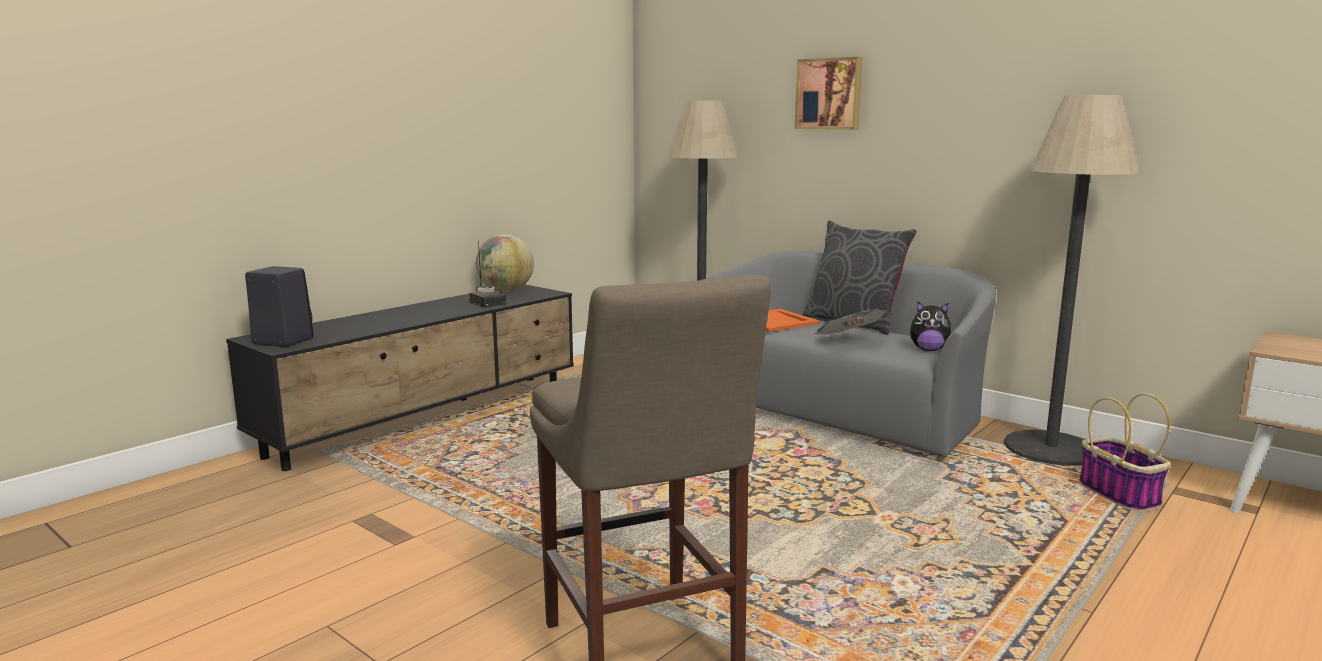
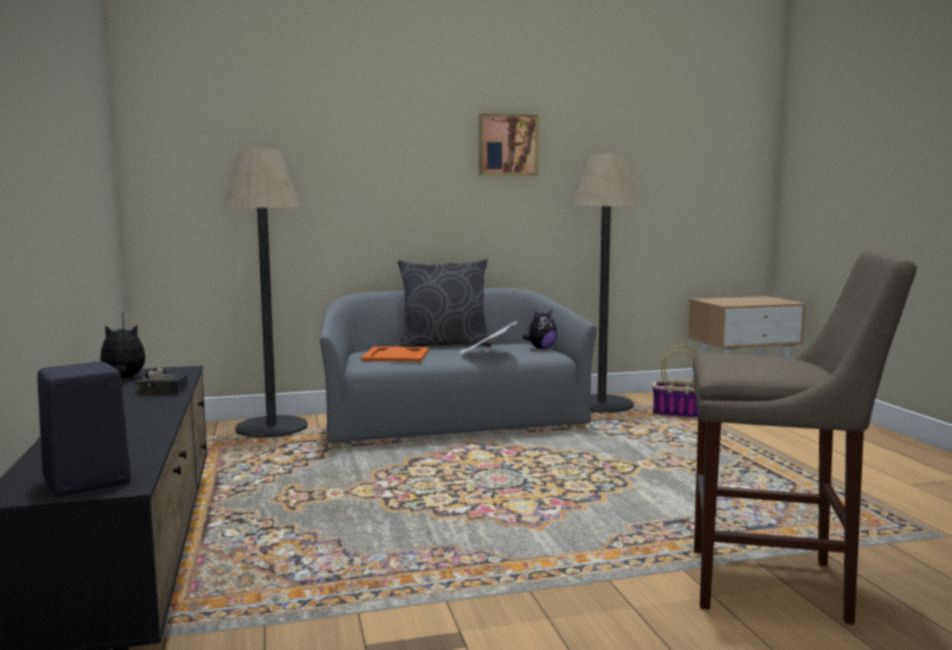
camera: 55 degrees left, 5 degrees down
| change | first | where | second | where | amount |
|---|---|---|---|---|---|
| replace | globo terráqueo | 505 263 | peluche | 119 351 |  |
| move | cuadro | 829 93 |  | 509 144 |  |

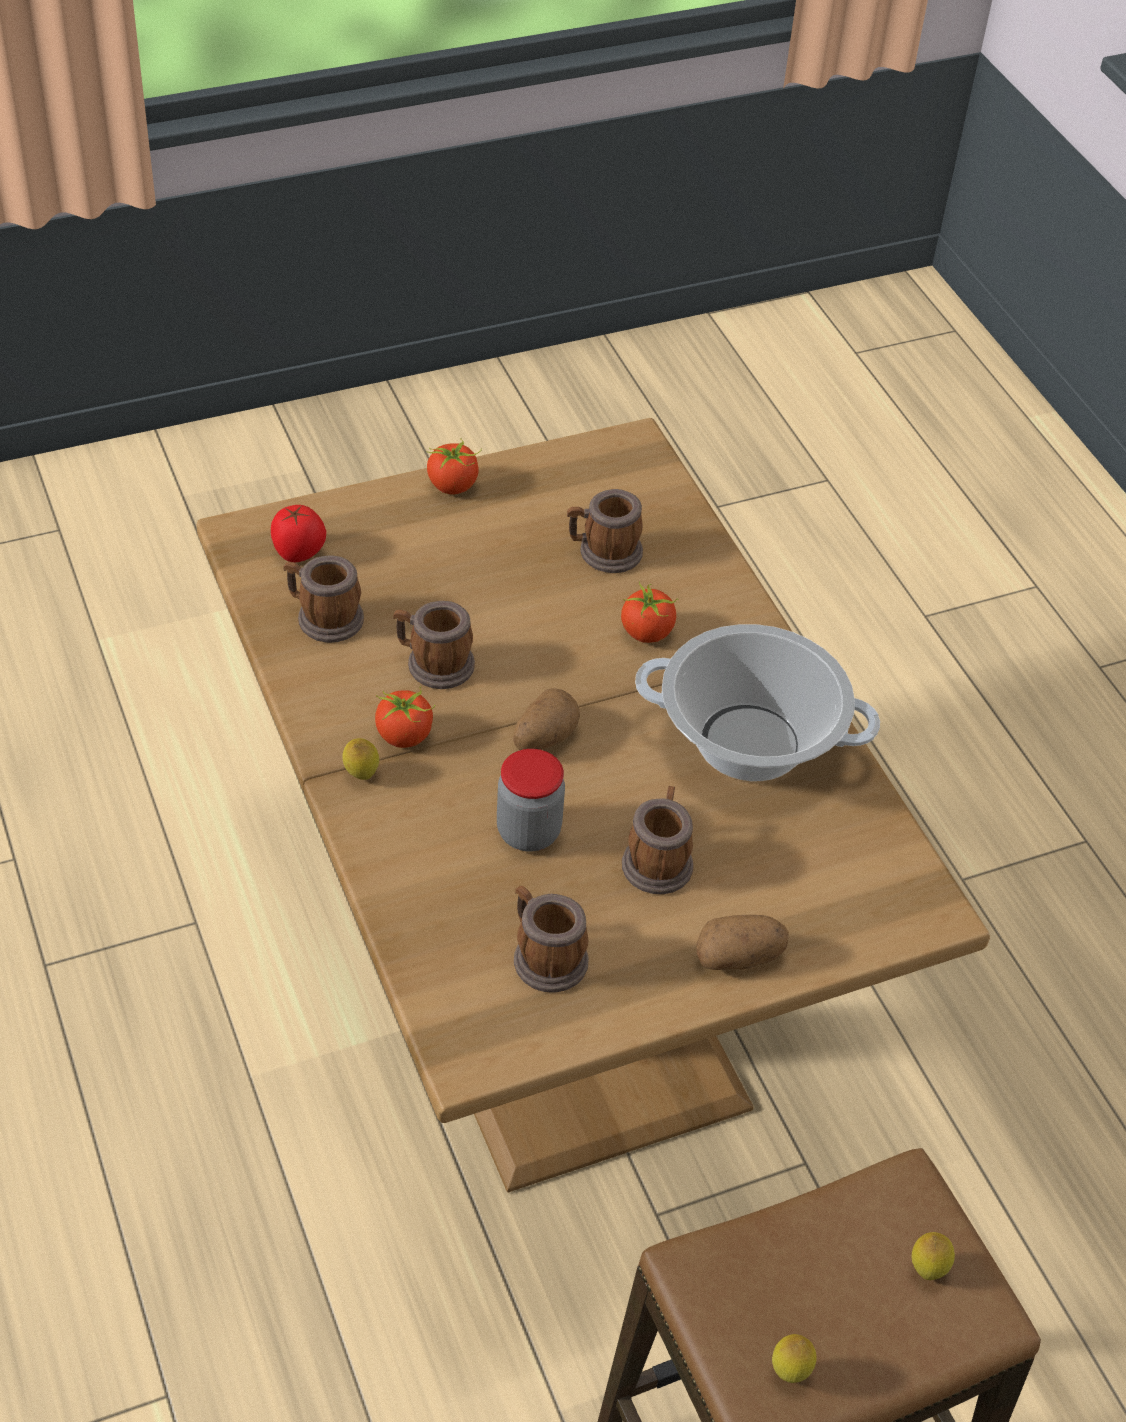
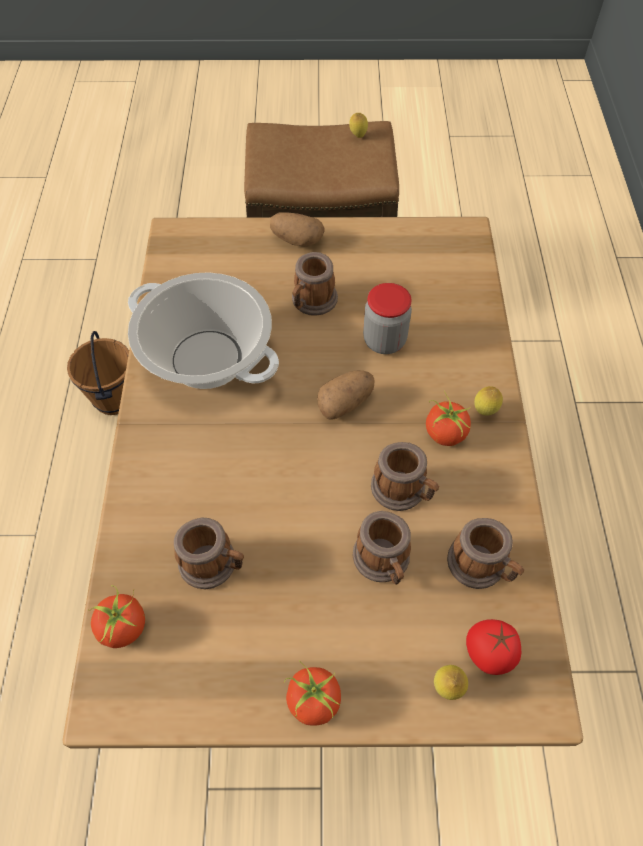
camera: 155 degrees left, 10 degrees up
| change | first | where | second | where | amount |
|---|---|---|---|---|---|
| insert |  |  | cubo [marrón] | 98 373 |  |
| move | tomate | 650 612 |  | 116 616 |  |
| move | taza grande | 551 939 |  | 382 548 |  |
| move | limón | 933 1256 |  | 451 682 |  |

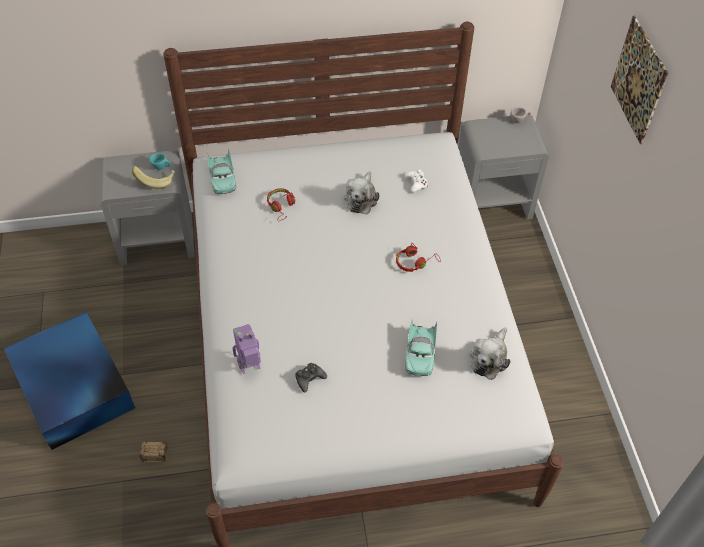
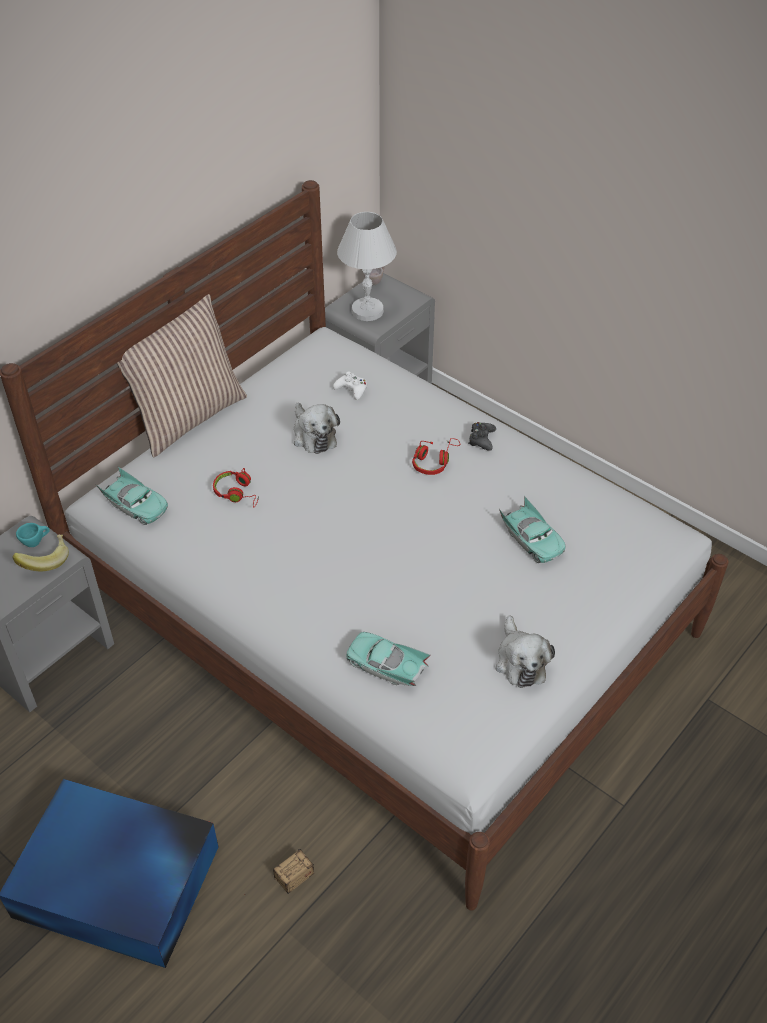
camera: 40 degrees left, 5 degrees down
| change | first | where | second | where | amount |
|---|---|---|---|---|---|
| insert |  |  | cojín | 182 375 |  |
| insert |  |  | lámpara de mesa [blanco] | 367 266 |  |
| replace | robot de juguete | 246 349 | coche de juguete [turquesa] | 388 659 |  |
| move | mando de consola [negro] | 311 377 |  | 482 436 |  |
| move | peluche | 490 354 |  | 525 651 |  |
| delete | cuadro | 640 80 |  |  |  |

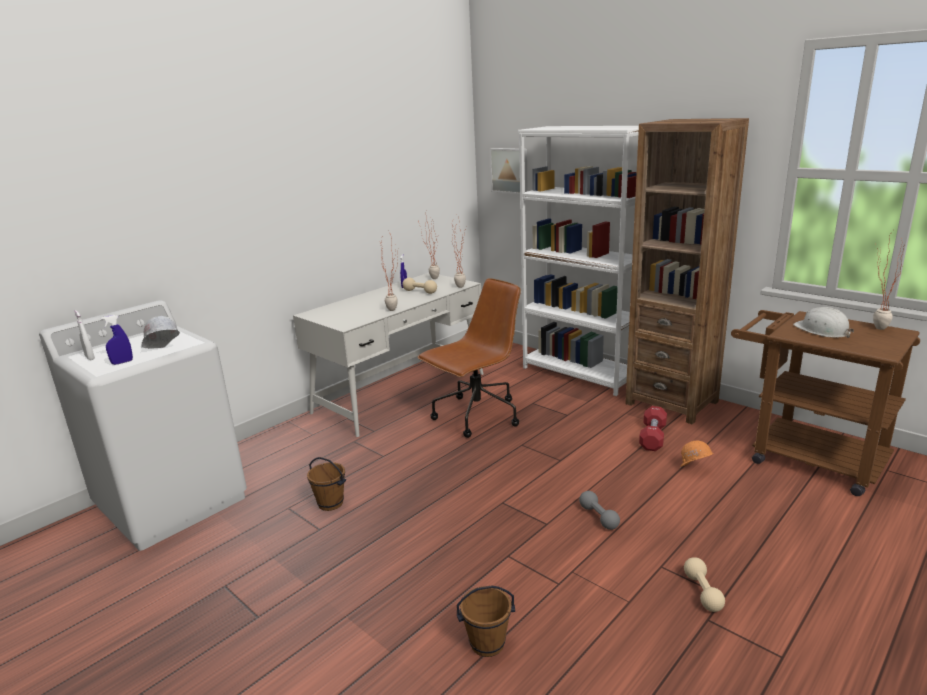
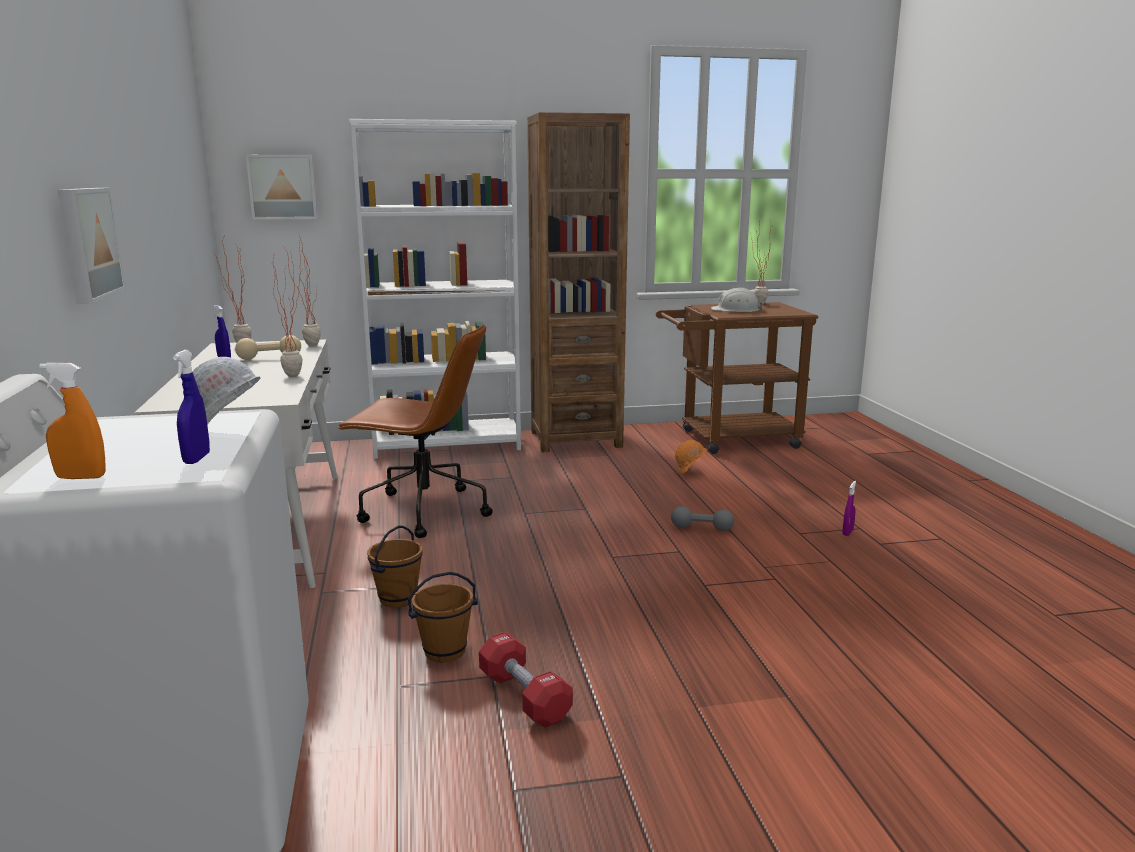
camera: 55 degrees left, 5 degrees down
| change | first | where | second | where | amount |
|---|---|---|---|---|---|
| recolor | pulverizador [blanco] | 84 335 | pulverizador [naranja] | 72 421 |  |
| insert |  |  | cuadro | 91 246 |  |
| rotate | silla de oficina [marrón] | 469 358 |  | 415 430 | 105 degrees clockwise |
| move | cubo [marrón] | 486 621 |  | 395 566 |  |
| move | mancuerna [rojo] | 653 428 |  | 526 680 |  |
| replace | mancuerna [beis] | 704 584 | pulverizador [morado] | 849 508 |  |

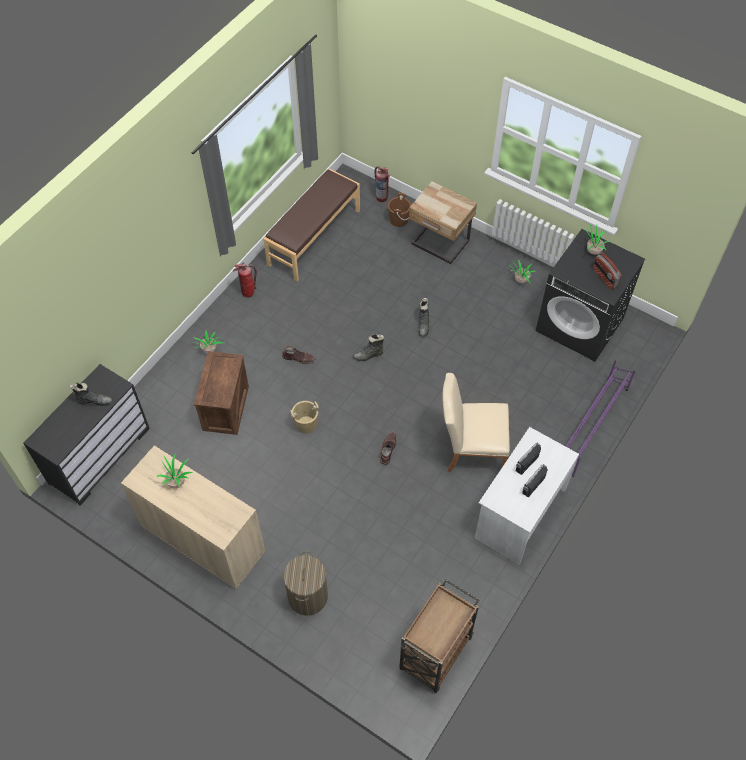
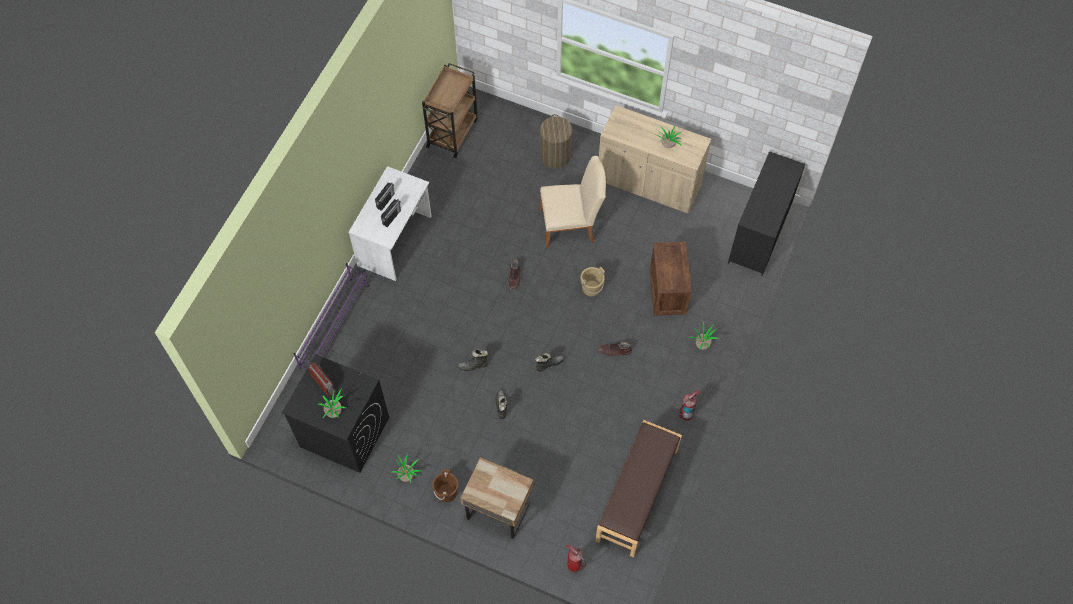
camera: 170 degrees right, 5 degrees up
| change | first | where | second | where | amount |
|---|---|---|---|---|---|
| move | cubo [marrón] | 399 210 |  | 445 485 |  |
| move | bota [negro] | 91 394 |  | 472 360 |  |
| move | silla [beis] | 476 422 |  | 573 202 |  |

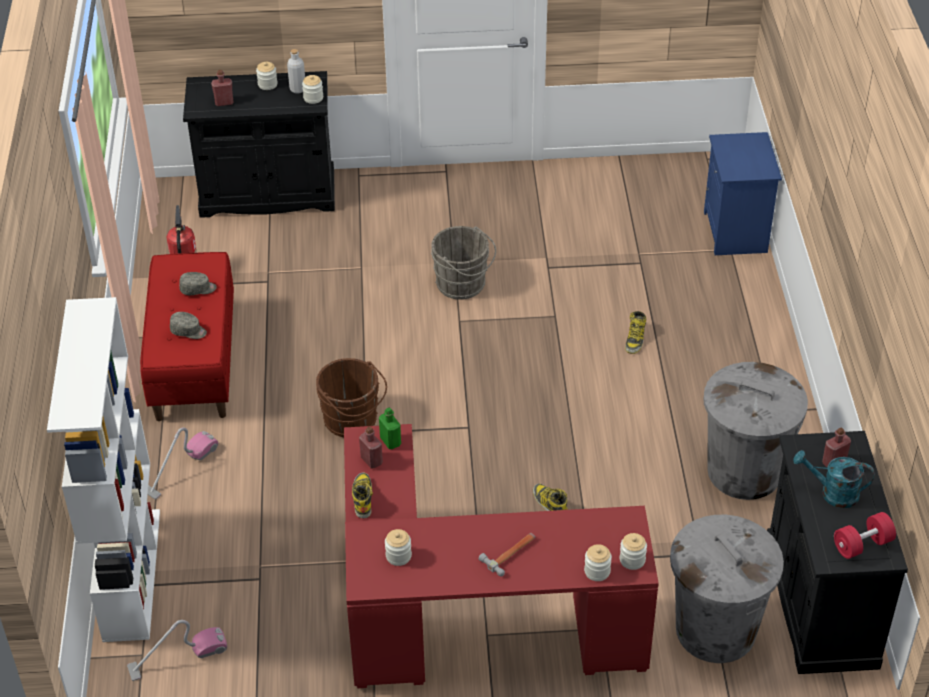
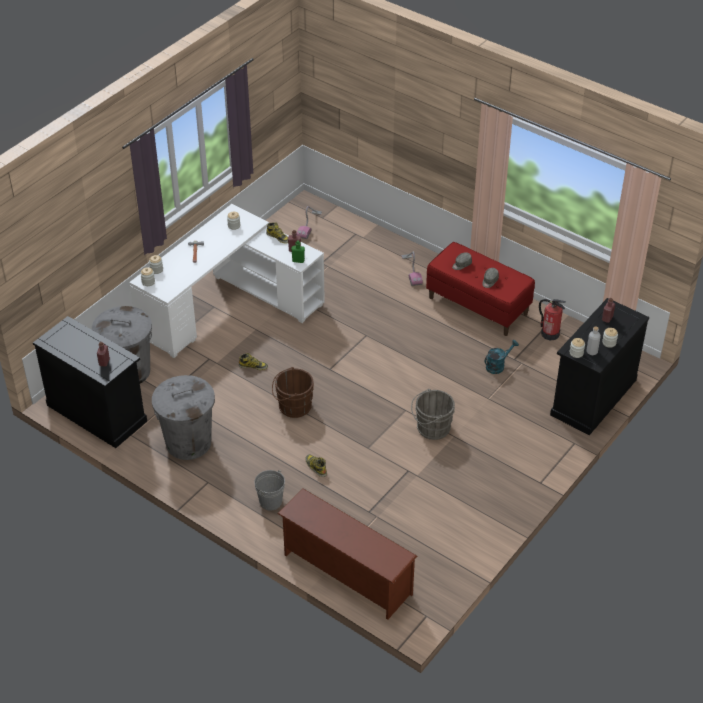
camera: 130 degrees right, 0 degrees up
| change | first | where | second | where | amount |
|---|---|---|---|---|---|
| recolor | escritorio [rojo] | 501 556 | escritorio [blanco] | 227 281 |  |
| insert |  |  | cubo [gris] | 270 490 |  |
| move | cubo [marrón] | 351 397 |  | 293 392 |  |
| replace | mesita de noche [azul] | 743 194 | zapatero [marrón] | 347 554 |  |
| move | regadera [turquesa] | 833 479 |  | 502 357 |  |
| delete | estantería [blanco] | 103 469 |  |  |  |
| delete | mancuerna [rojo] | 865 535 |  |  |  |

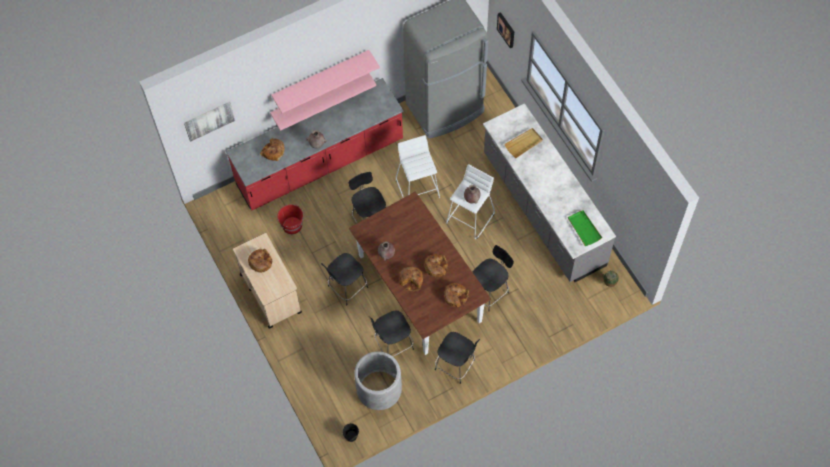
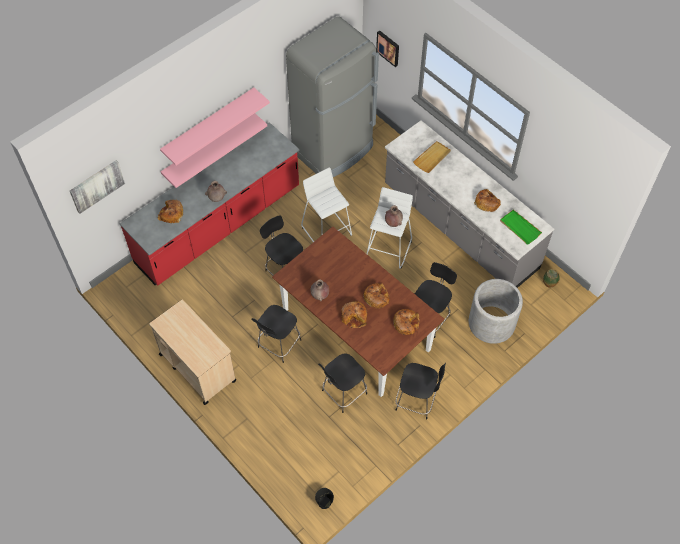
camera: 15 degrees left, 5 degrees down
| change | first | where | second | where | amount |
|---|---|---|---|---|---|
| move | maceta [gris] | 378 380 |  | 496 311 |  |
| move | pan | 260 261 |  | 487 201 |  |
| delete | cubo [rojo] | 290 219 |  |  |  |

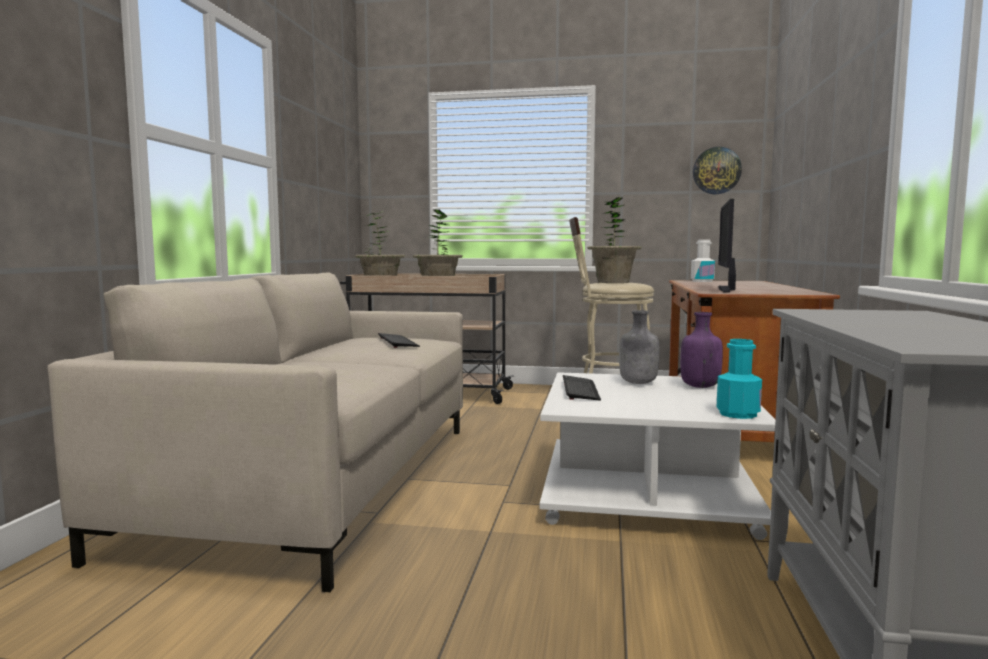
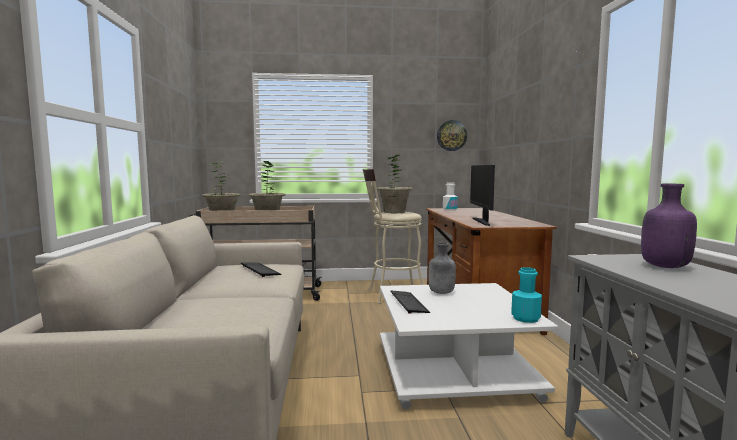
camera: 15 degrees left, 0 degrees up
| change | first | where | second | where | amount |
|---|---|---|---|---|---|
| move | botella [morado] | 701 350 |  | 669 226 |  |

